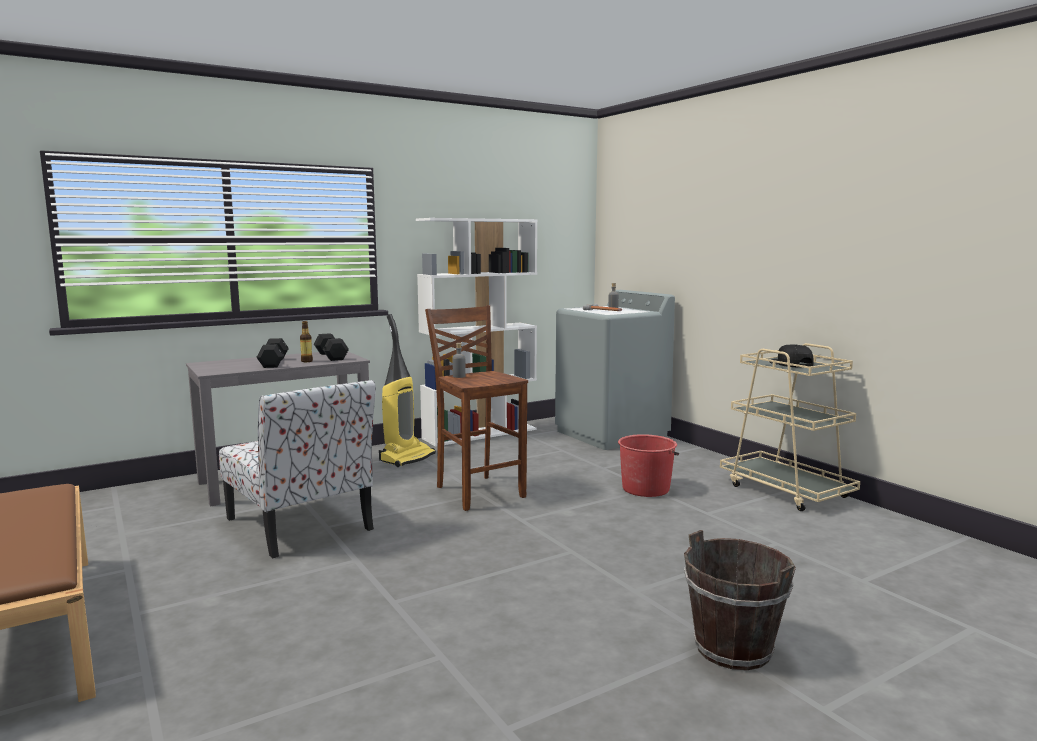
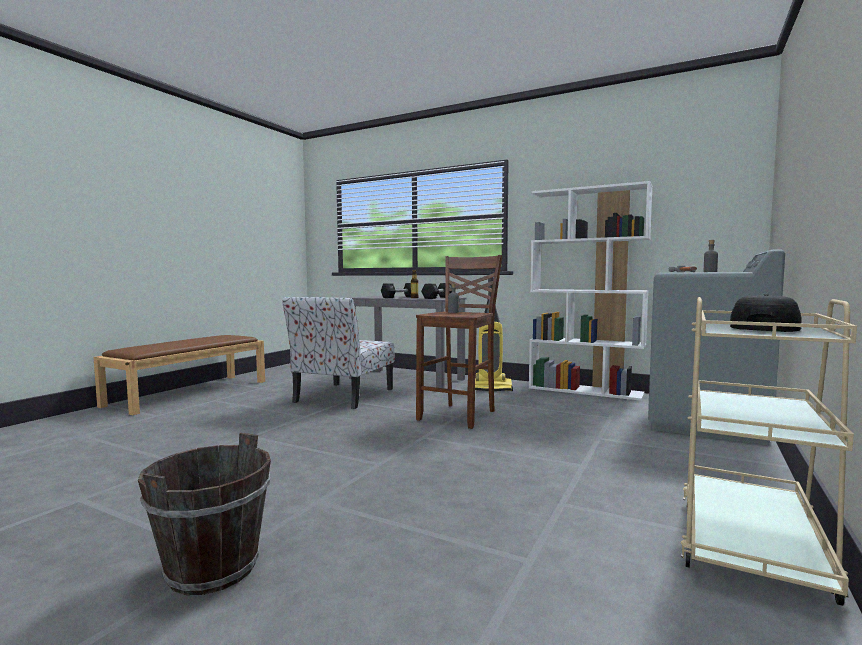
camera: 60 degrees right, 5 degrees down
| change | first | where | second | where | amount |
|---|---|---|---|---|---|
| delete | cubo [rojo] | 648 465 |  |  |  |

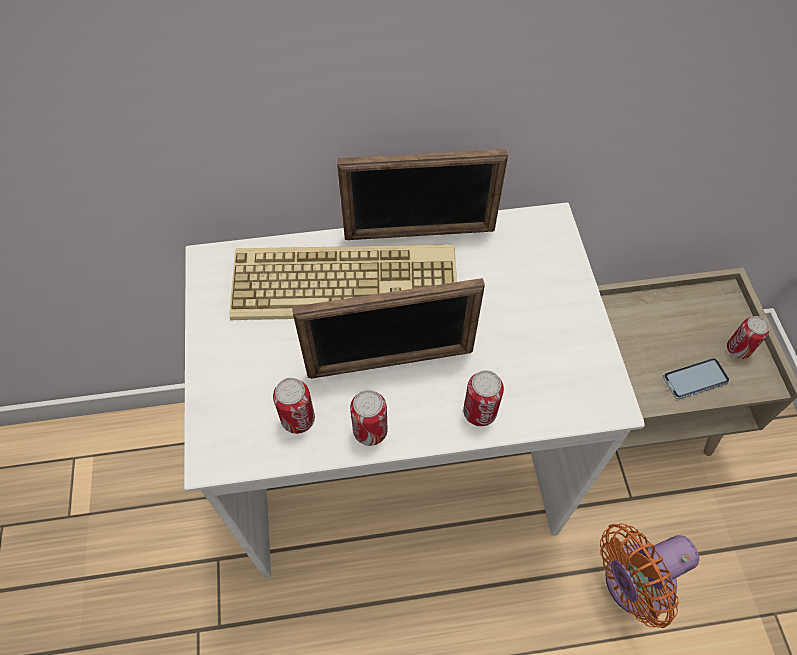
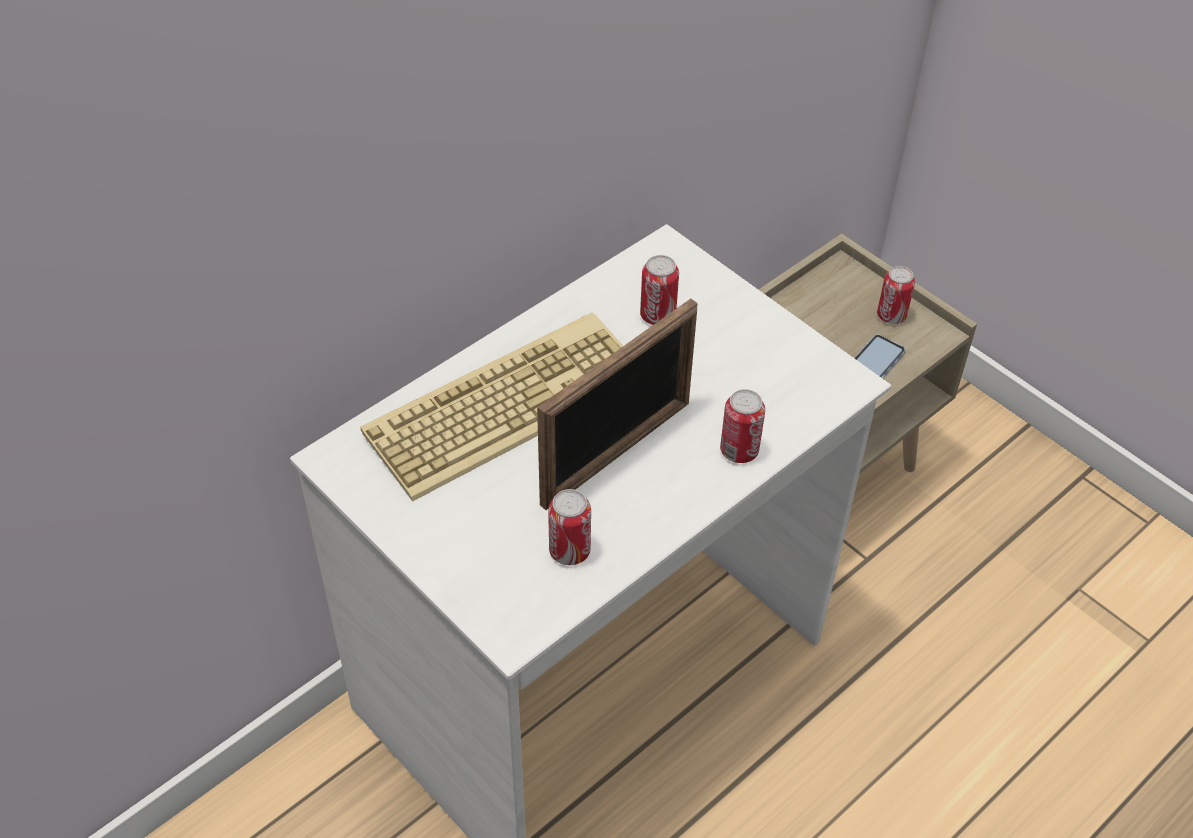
camera: 35 degrees left, 10 degrees down
| change | first | where | second | where | amount |
|---|---|---|---|---|---|
| move | lata | 369 418 |  | 659 290 |  |
| delete | portarretratos | 422 194 |  |  |  |
| delete | ventilador [naranja] | 649 575 |  |  |  |

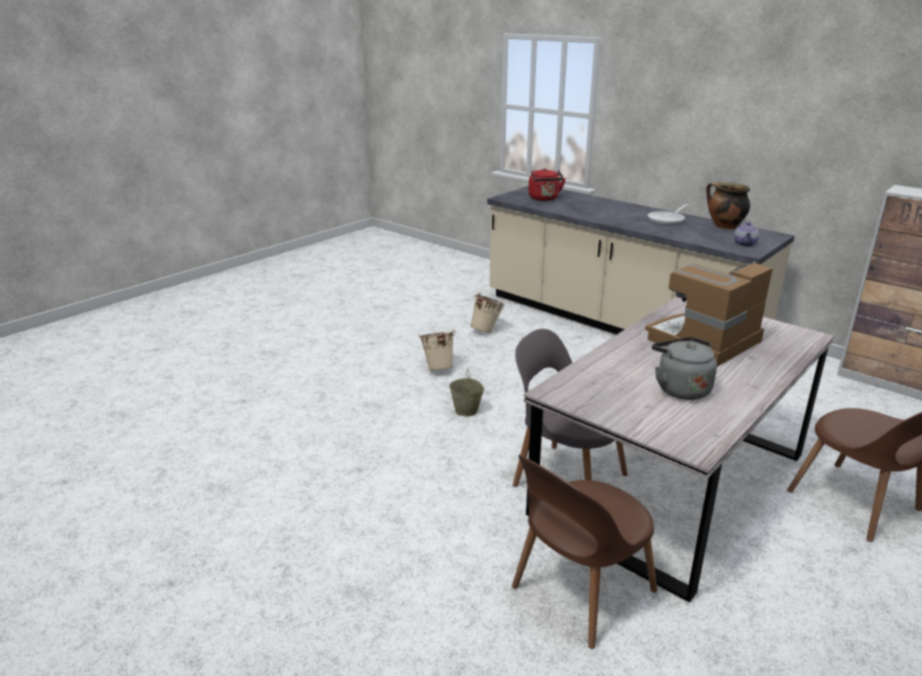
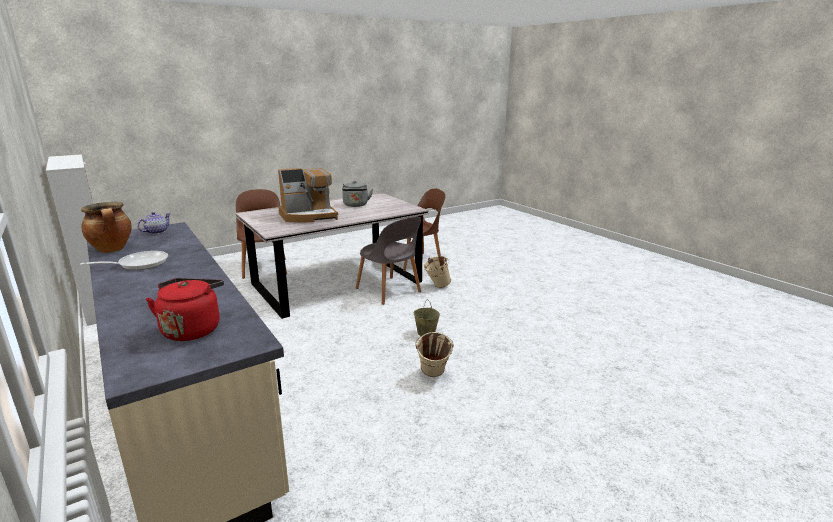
camera: 165 degrees left, 5 degrees down
| change | first | where | second | where | amount |
|---|---|---|---|---|---|
| move | cubo [beis] | 488 313 |  | 437 272 |  |

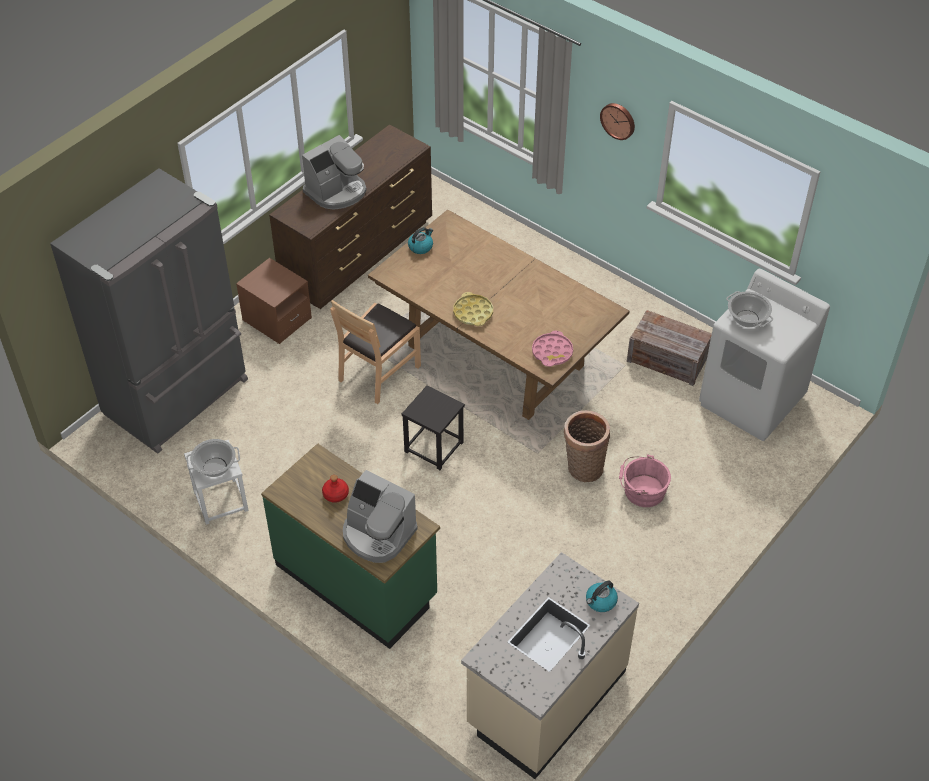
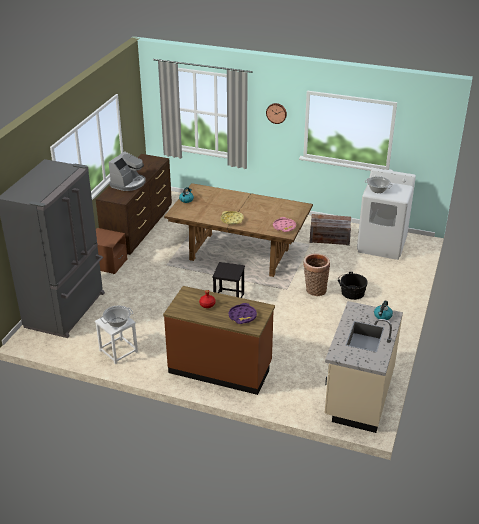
camera: 20 degrees left, 15 degrees down
| change | first | where | second | where | amount |
|---|---|---|---|---|---|
| recolor | mueble bajo de cocina [verde] | 350 546 | mueble bajo de cocina [marrón] | 219 340 |  |
| replace | cafetera | 380 516 | bandeja [morado] | 243 313 |  |
| recolor | cubo [rosa] | 645 481 | cubo [negro] | 353 286 |  |
| delete | silla [marrón] | 375 352 |  |  |  |

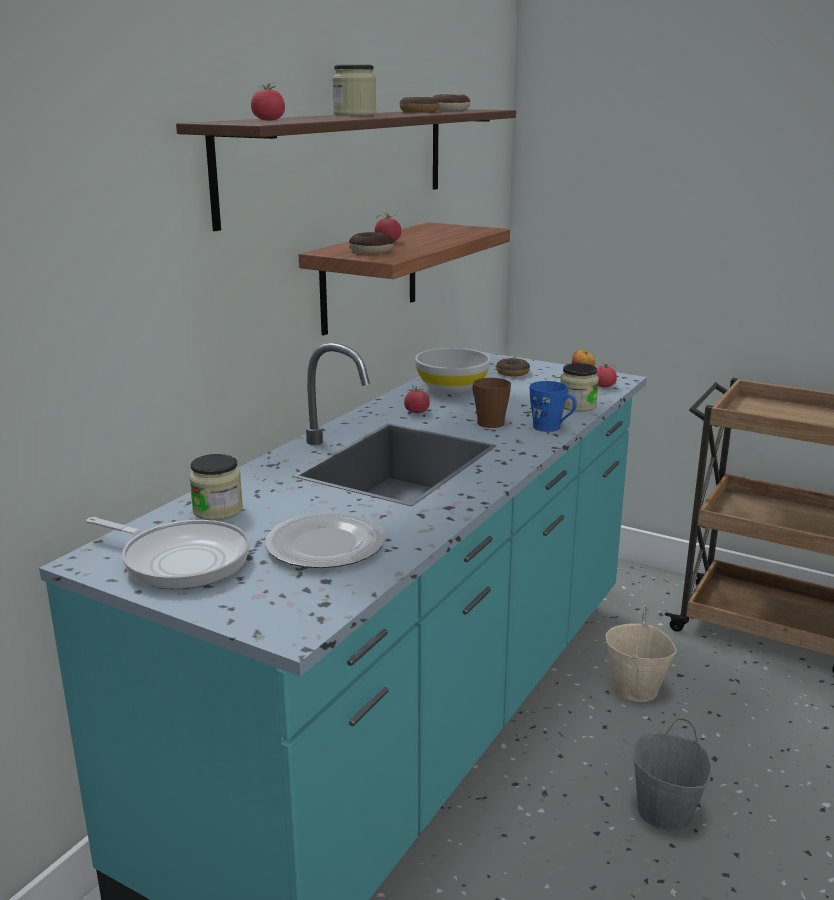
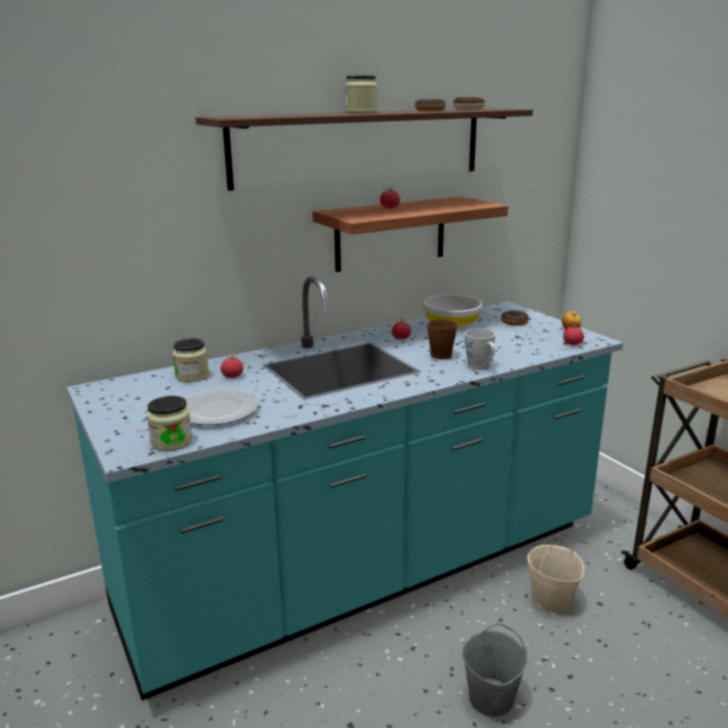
camera: 30 degrees right, 0 degrees up
| change | first | where | second | where | amount |
|---|---|---|---|---|---|
| move | tarro | 579 387 |  | 169 423 |  |
| move | tomate | 268 101 |  | 232 366 |  |
| recolor | taza grande [azul] | 553 406 | taza grande [gris] | 480 349 |  |
| delete | sartén | 168 553 |  |  |  |
| delete | rosquilla | 371 242 |  |  |  |

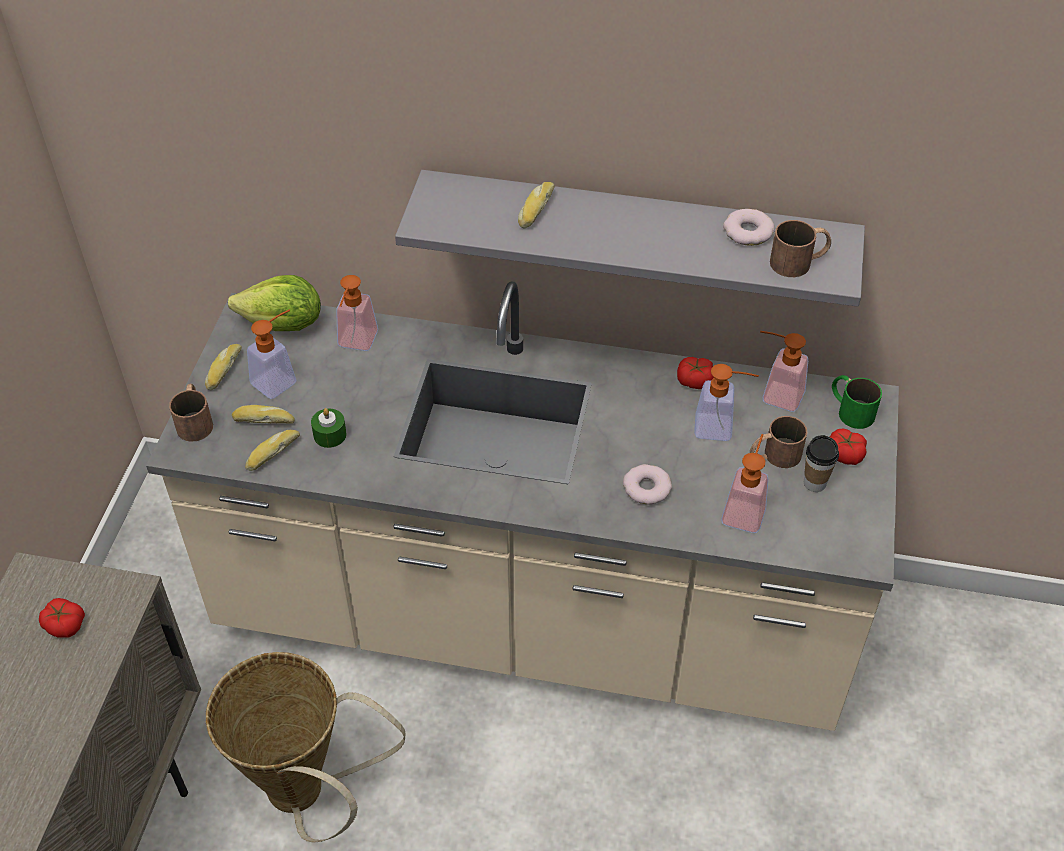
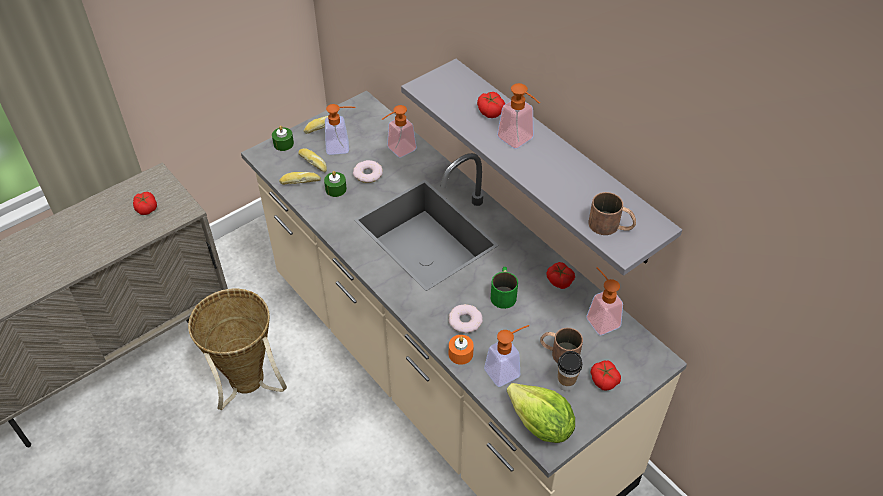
camera: 40 degrees right, 0 degrees up
| change | first | where | second | where | amount |
|---|---|---|---|---|---|
| replace | taza grande [marrón] | 191 413 | vela [verde] | 283 138 |  |
| move | rosquilla | 749 227 |  | 368 171 |  |
| insert |  |  | vela [naranja] | 461 350 |  |
| replace | pan | 536 205 | tomate | 491 105 |  |
| move | taza grande [verde] | 857 402 |  | 504 288 |  |
| move | dispensador de jabón | 726 402 |  | 518 116 |  |
| move | lechuga | 274 303 |  | 541 413 |  |

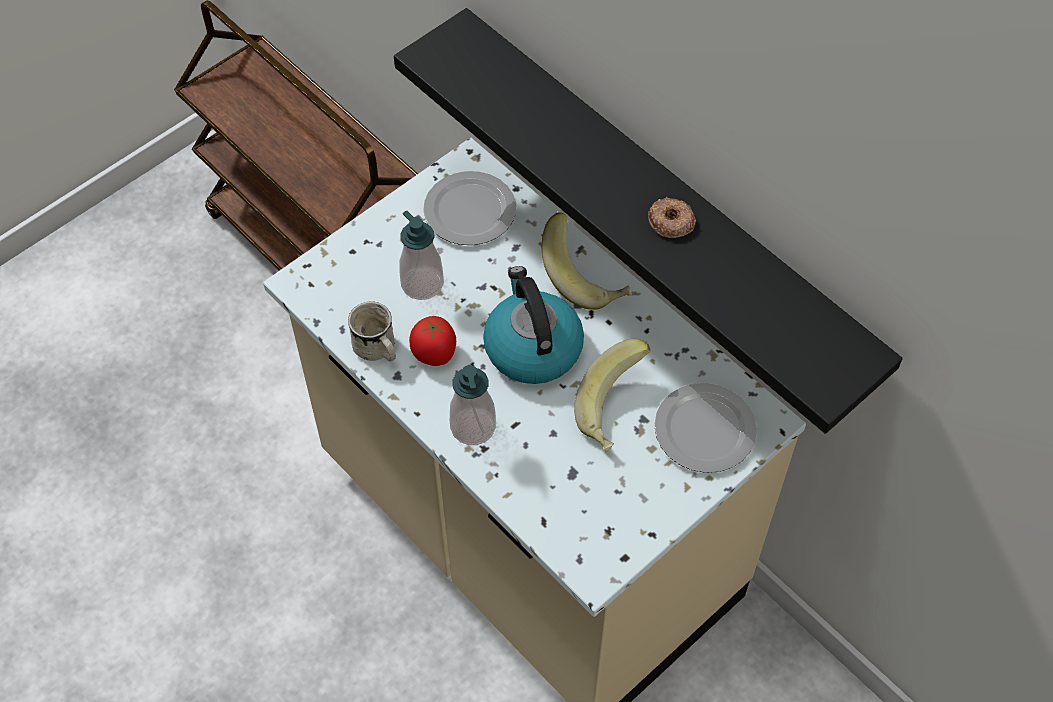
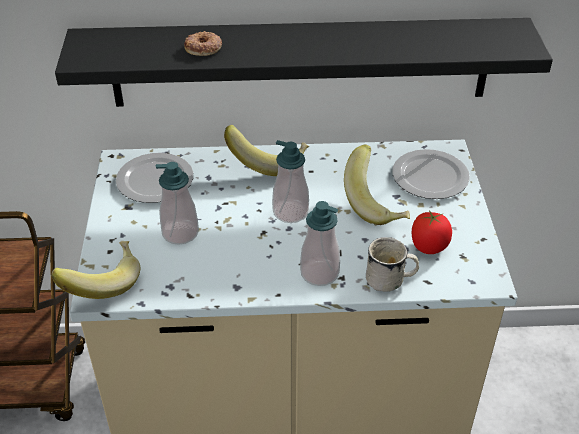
camera: 50 degrees left, 15 degrees down
| change | first | where | second | where | amount |
|---|---|---|---|---|---|
| insert |  |  | plátano | 95 270 |  |
| move | rosquilla | 672 217 |  | 203 43 |  |
| replace | hervidor | 533 325 | dispensador de jabón | 290 181 |  |
| move | taza grande [blanco] | 372 331 |  | 392 264 |  |
| move | tomate | 432 341 |  | 432 232 |  |

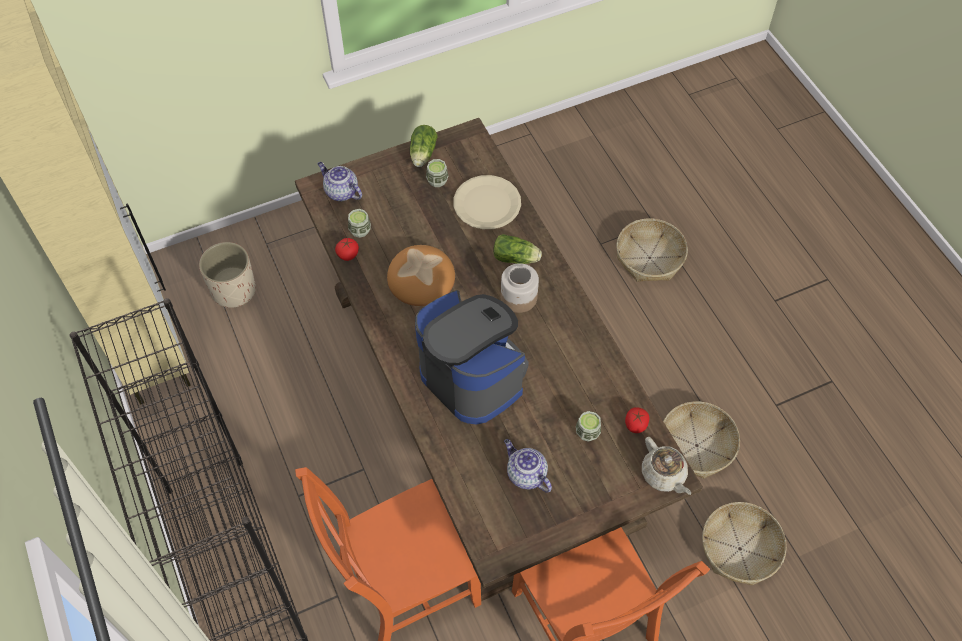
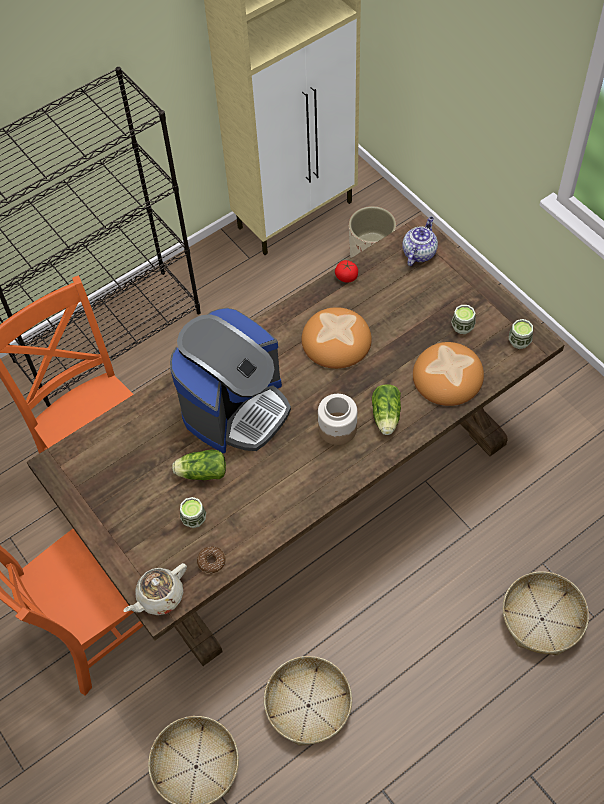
camera: 80 degrees right, 0 degrees up
| change | first | where | second | where | amount |
|---|---|---|---|---|---|
| move | lechuga | 423 146 |  | 199 465 |  |
| replace | tomate | 637 420 | rosquilla | 211 560 |  |
| replace | plato [beis] | 487 202 | pan | 448 374 |  |
| move | taza | 359 223 |  | 521 334 |  |
| delete | tetera | 528 466 |  |  |  |

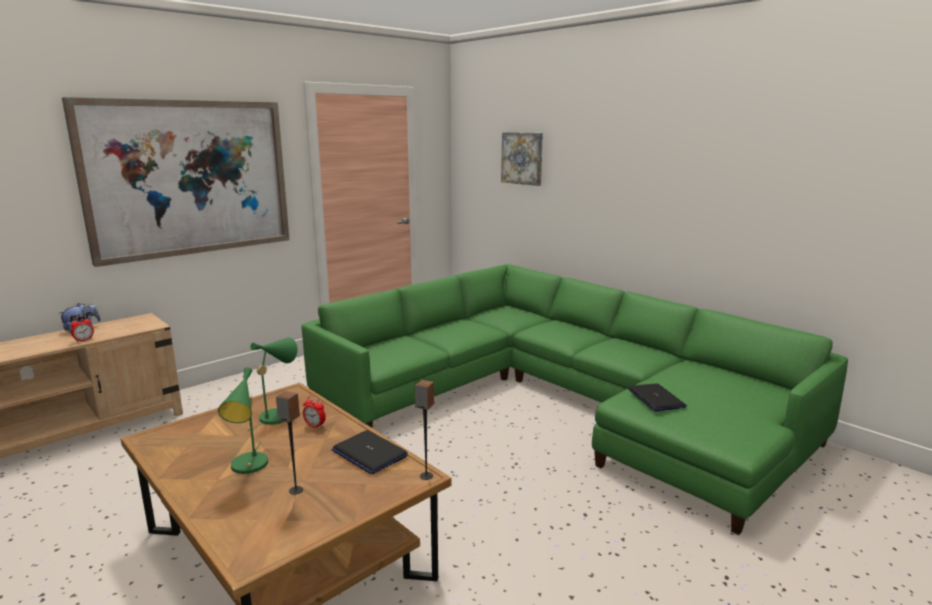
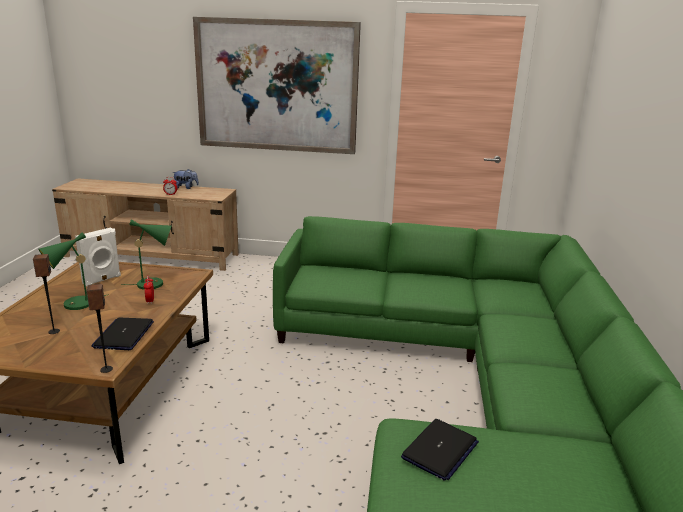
camera: 50 degrees right, 5 degrees up
| change | first | where | second | where | amount |
|---|---|---|---|---|---|
| insert |  |  | altavoz [blanco] | 98 257 |  |
| delete | cuadro | 522 159 |  |  |  |

